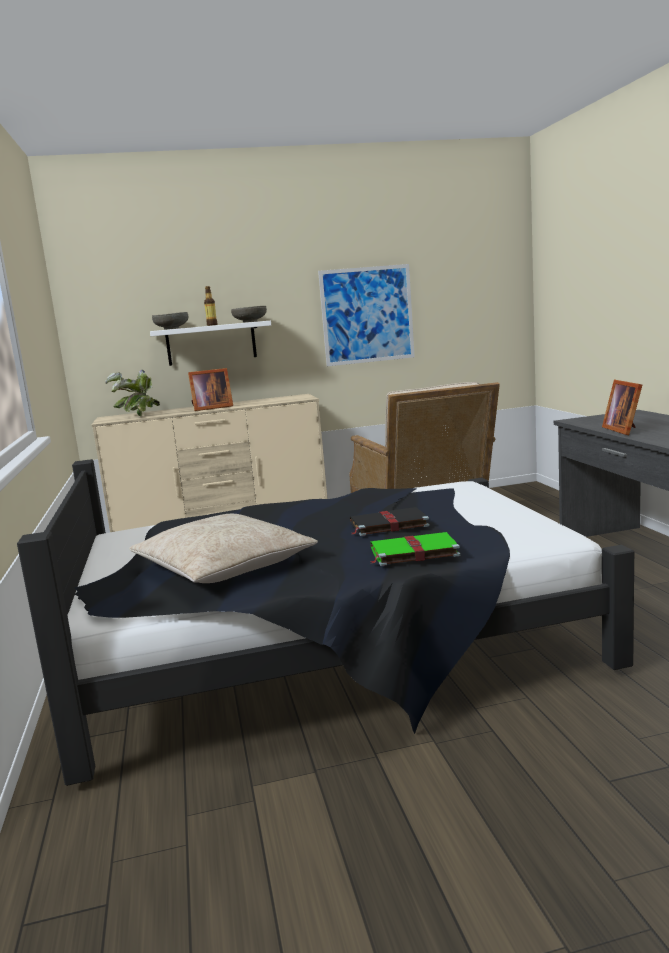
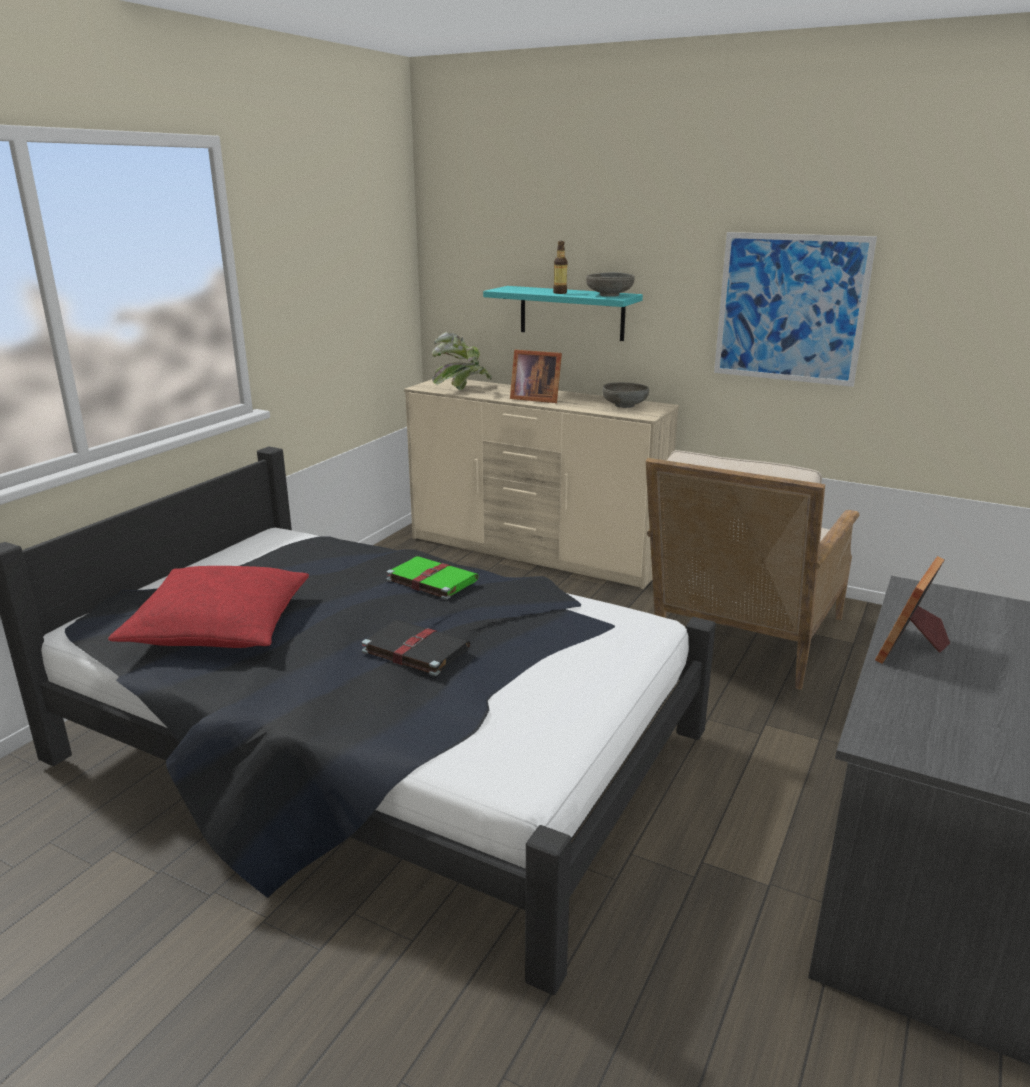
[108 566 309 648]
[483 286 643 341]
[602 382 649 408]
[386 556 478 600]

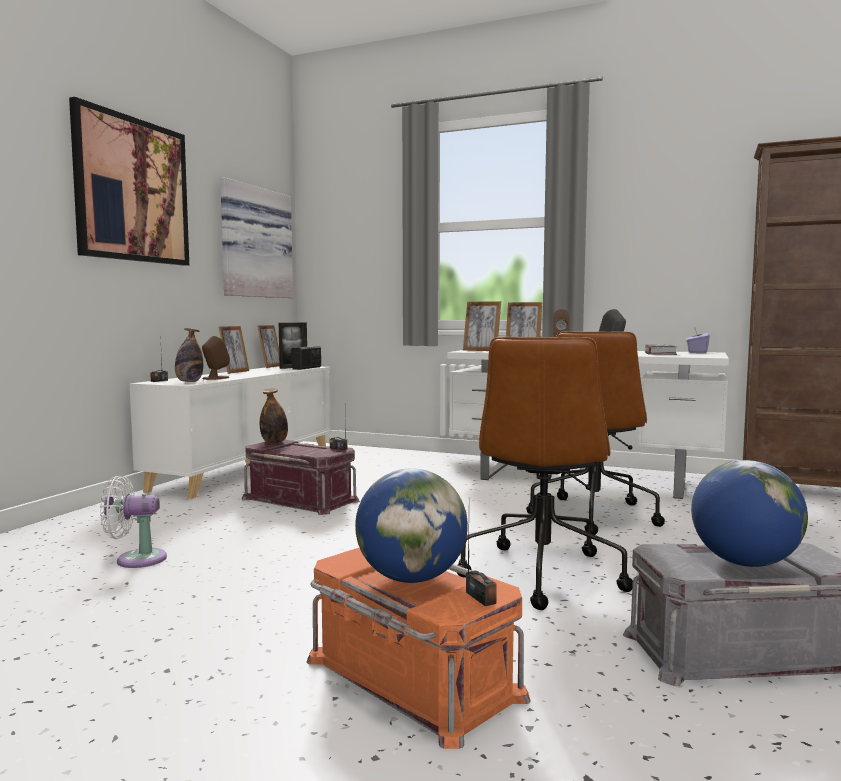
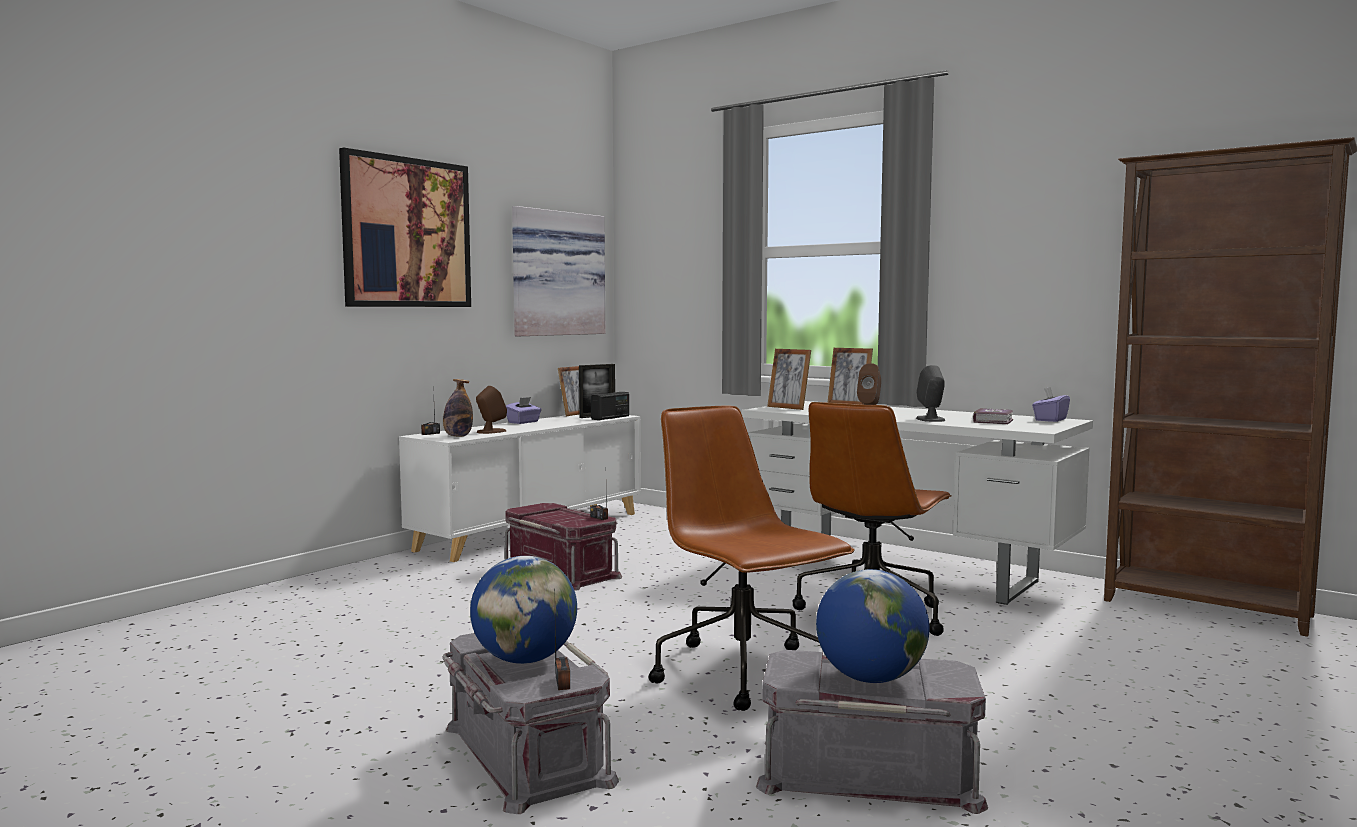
[100 475 167 568] (first image)
[506 397 542 424]
[260 389 288 443] (first image)
[442 633 619 814]
[649 406 855 711]

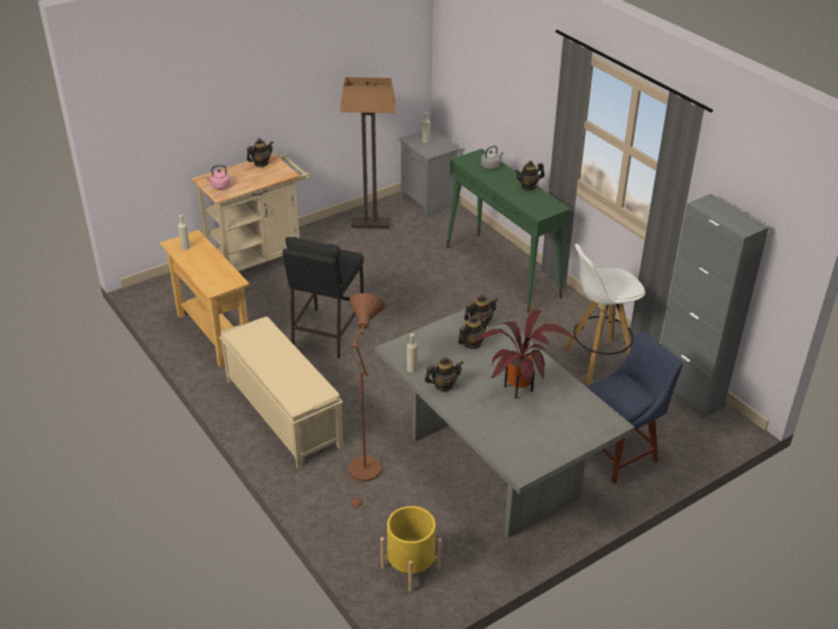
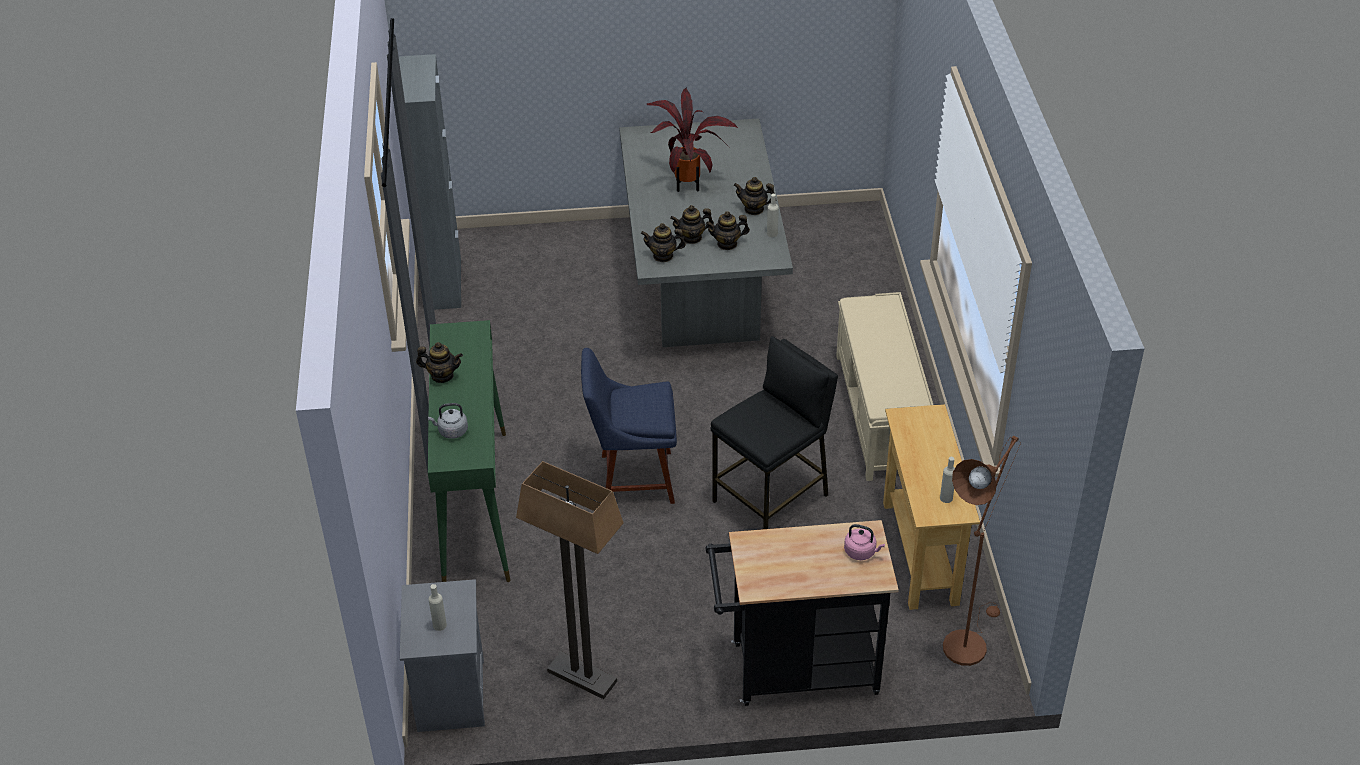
[705 520 899 706]
[706 211 750 250]
[943 436 1021 666]
[381 506 442 592] (first image)
[563 244 645 385] (first image)
[581 348 677 504]

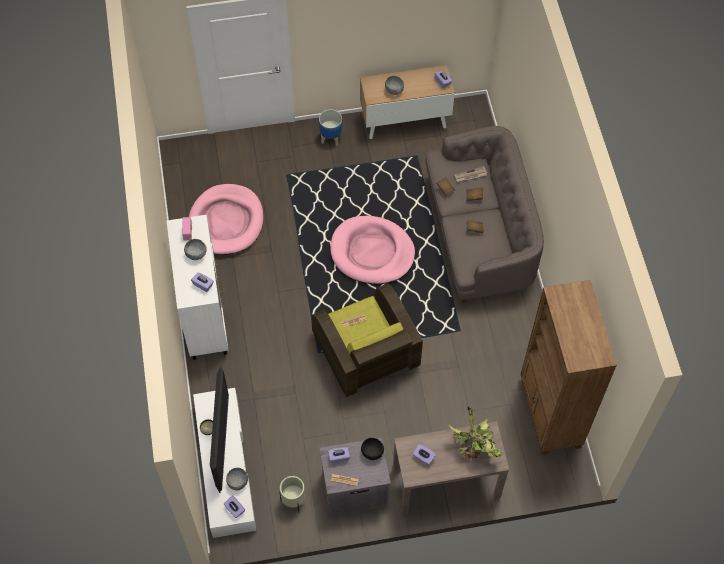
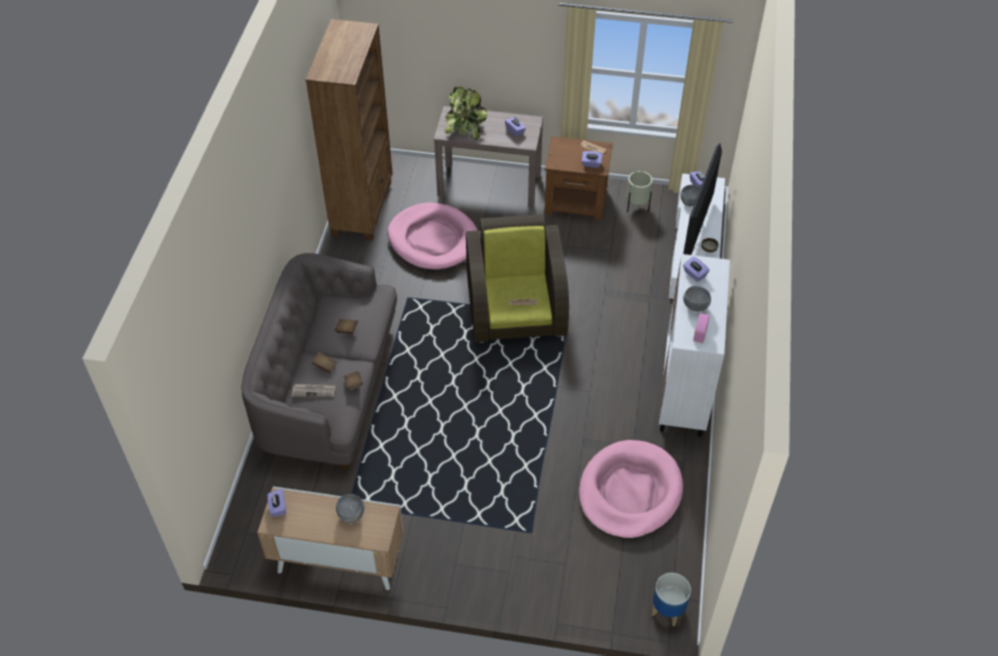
[652 573 691 626]
[544 136 613 221]
[388 203 477 270]
[361 438 384 460] (first image)

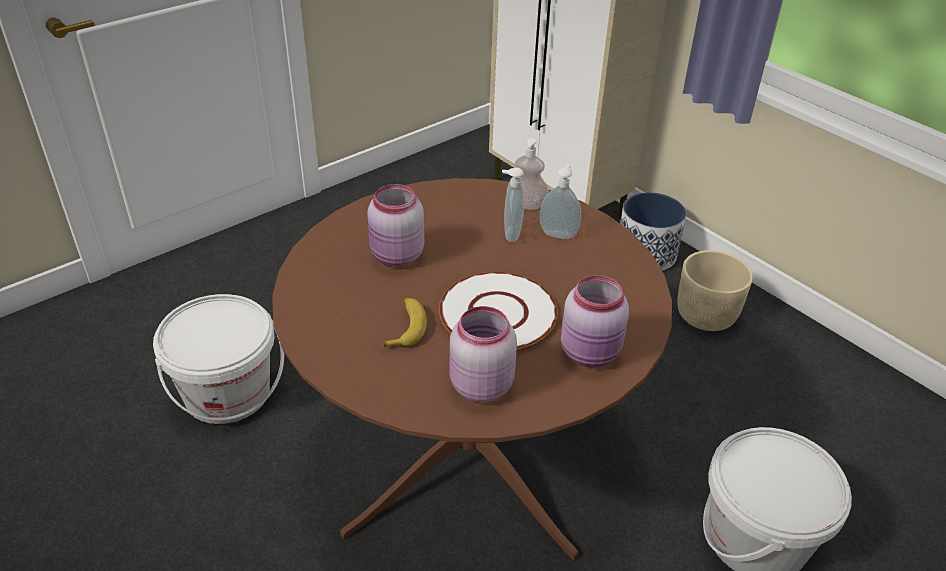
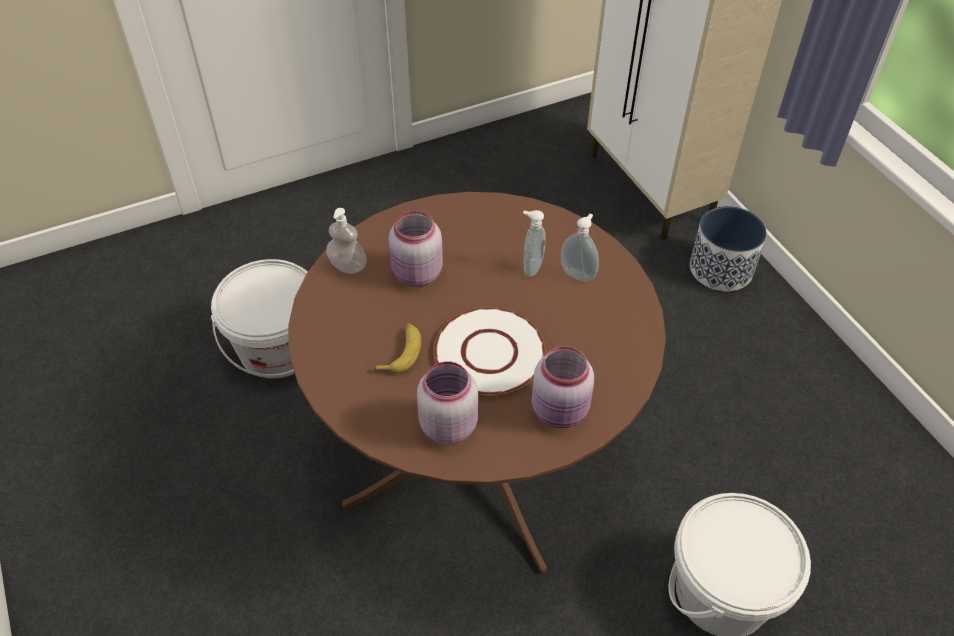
[326 208 367 274]
[677 250 753 331] (first image)

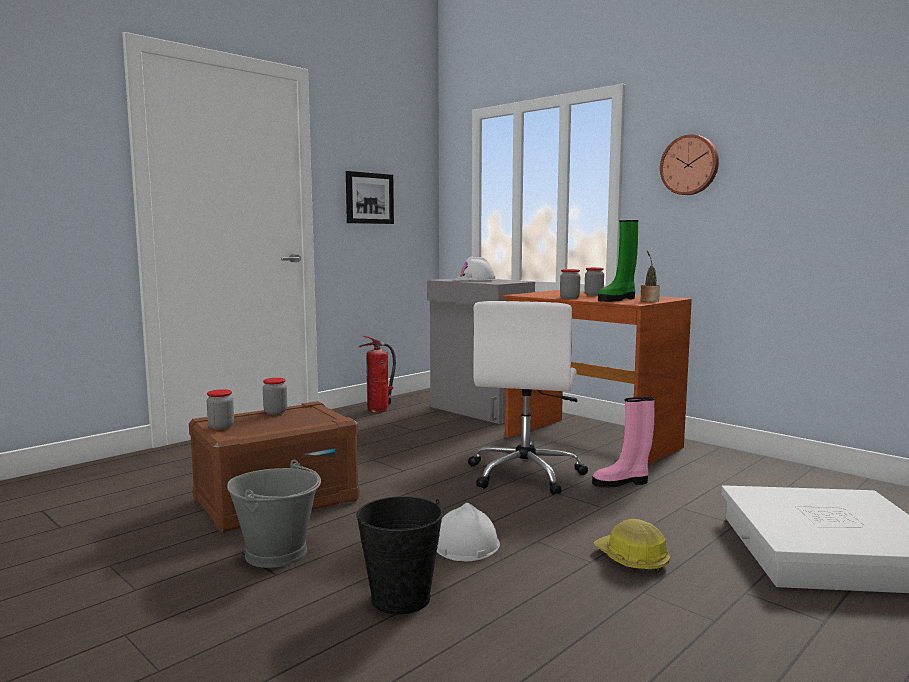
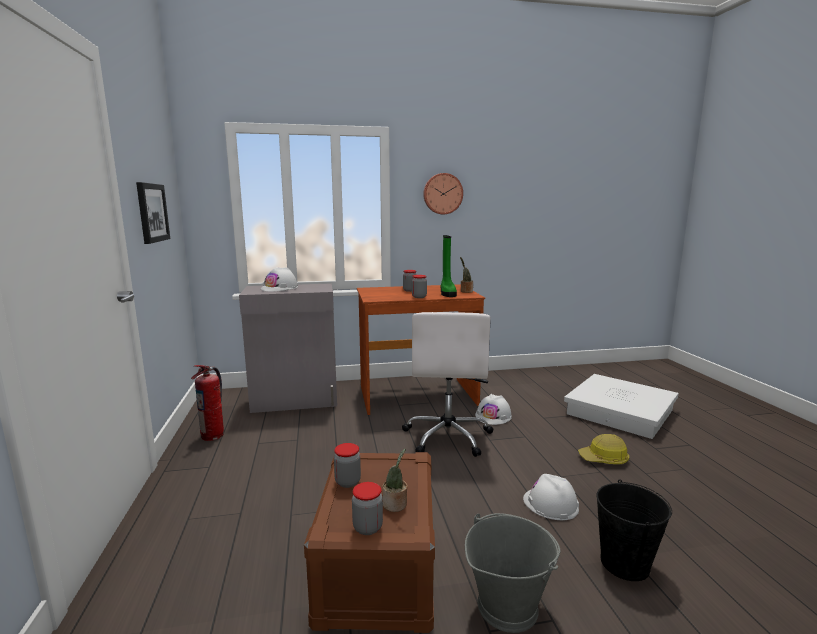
[402 312 493 457]
[475 394 512 425]
[383 448 408 512]

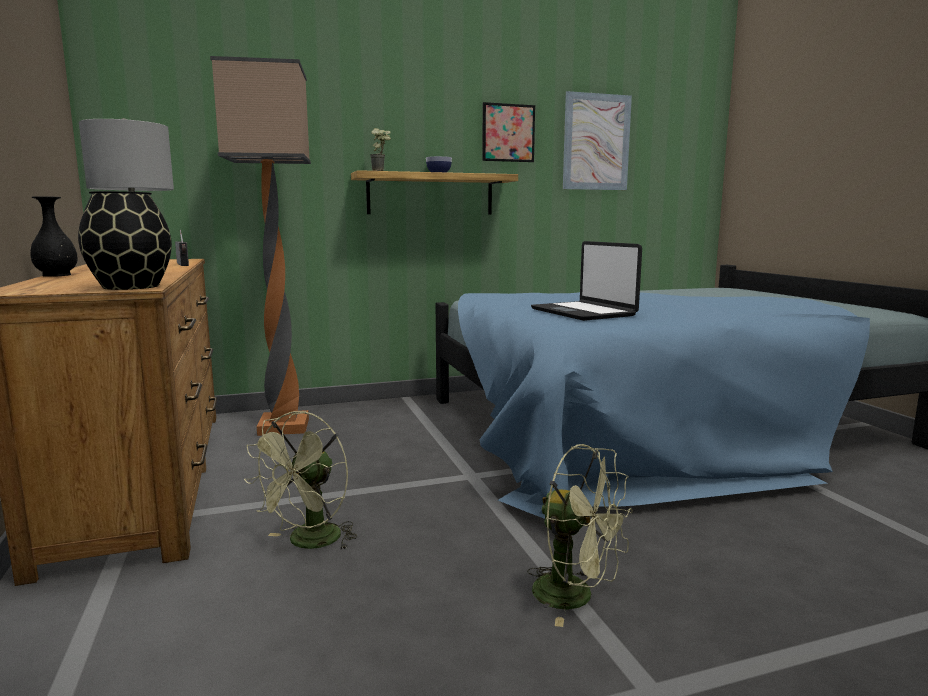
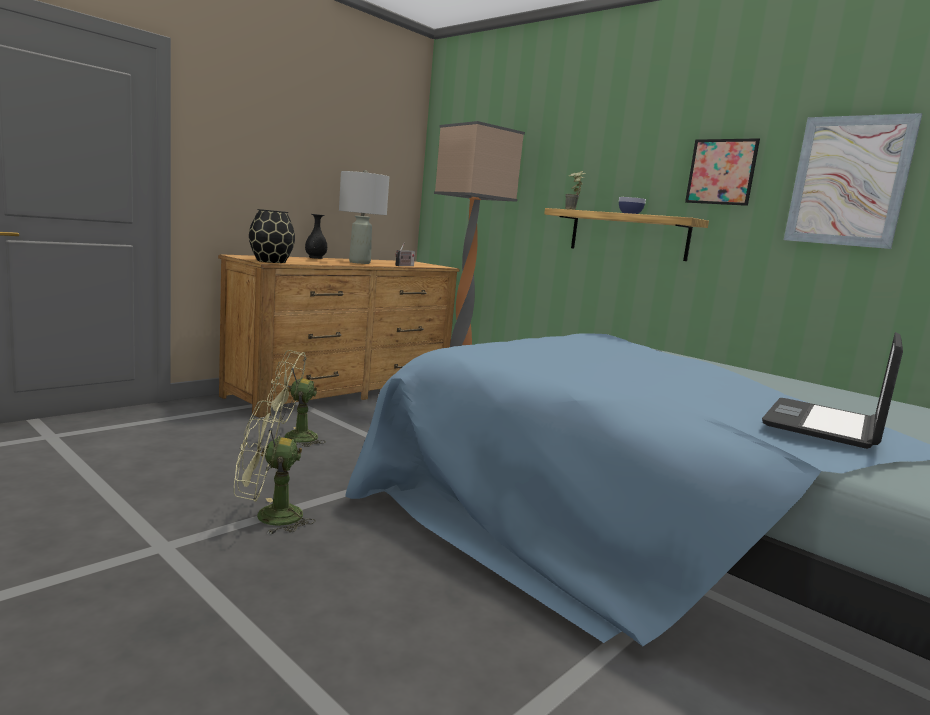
[234 400 315 535]
[762 332 903 449]

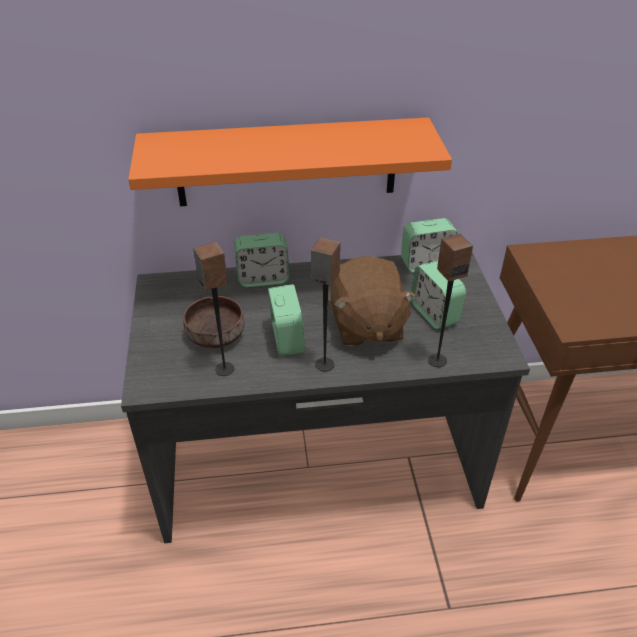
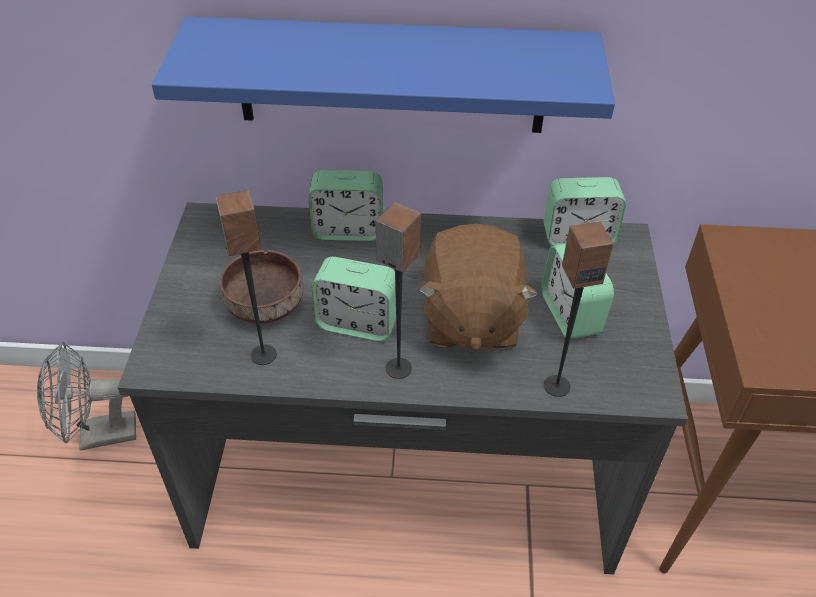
[152 17 615 133]
[312 257 396 342]
[37 342 136 451]

